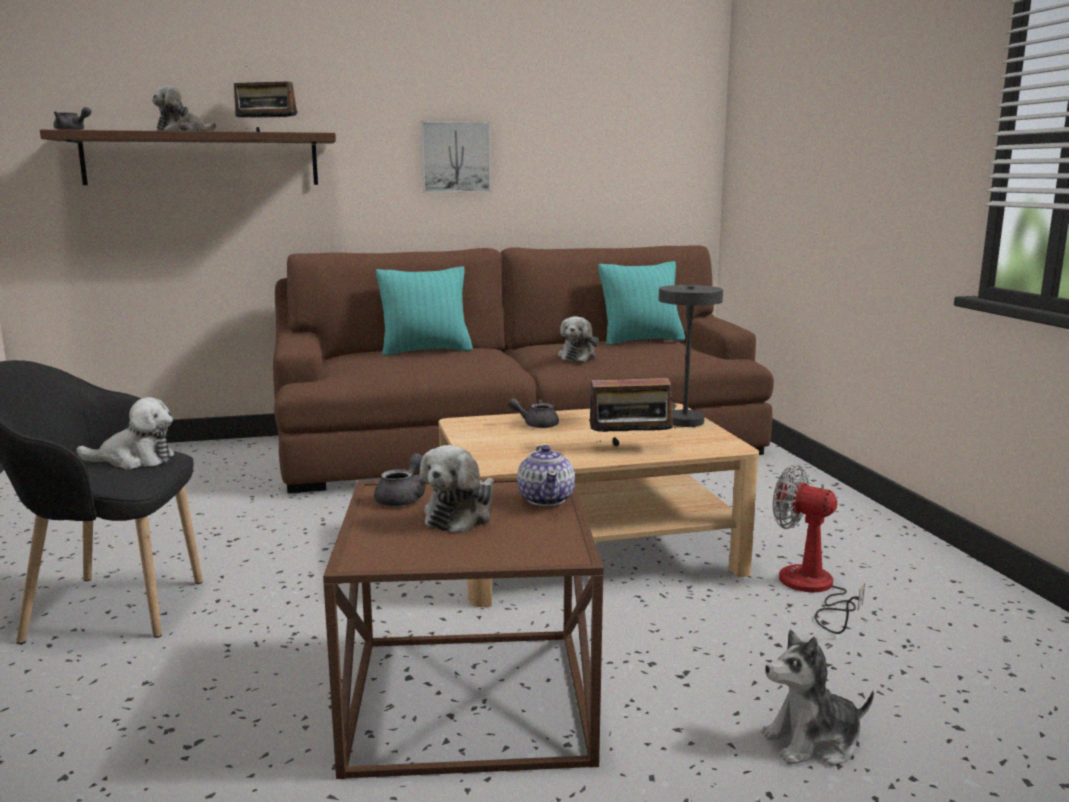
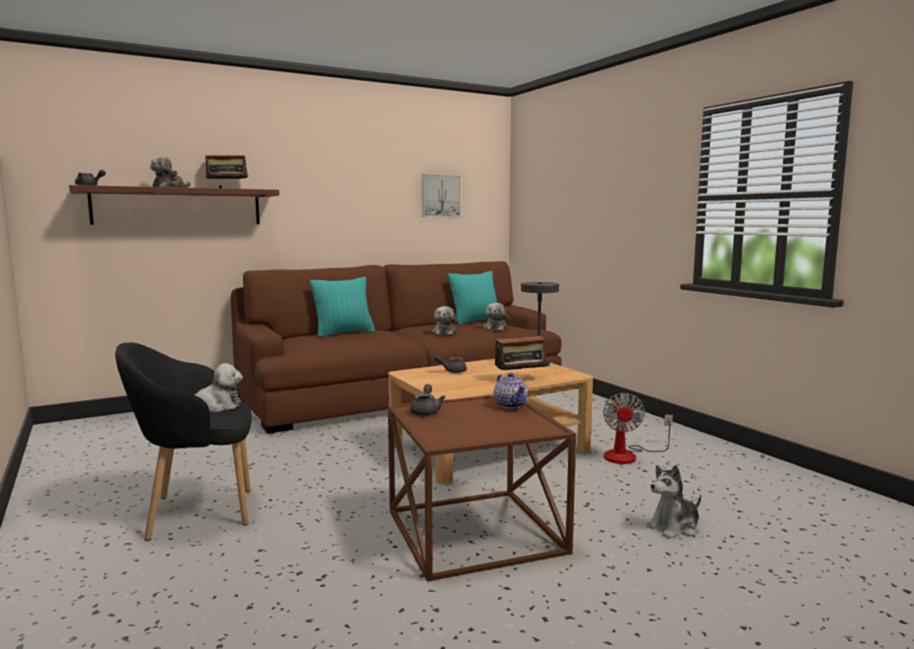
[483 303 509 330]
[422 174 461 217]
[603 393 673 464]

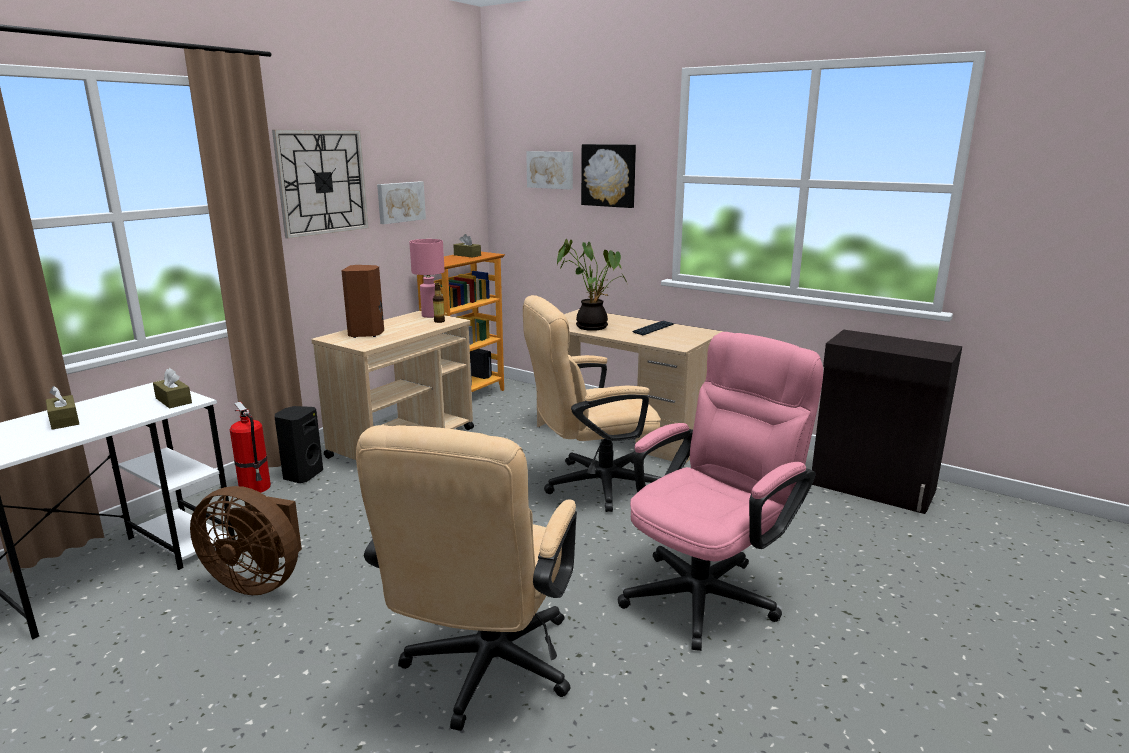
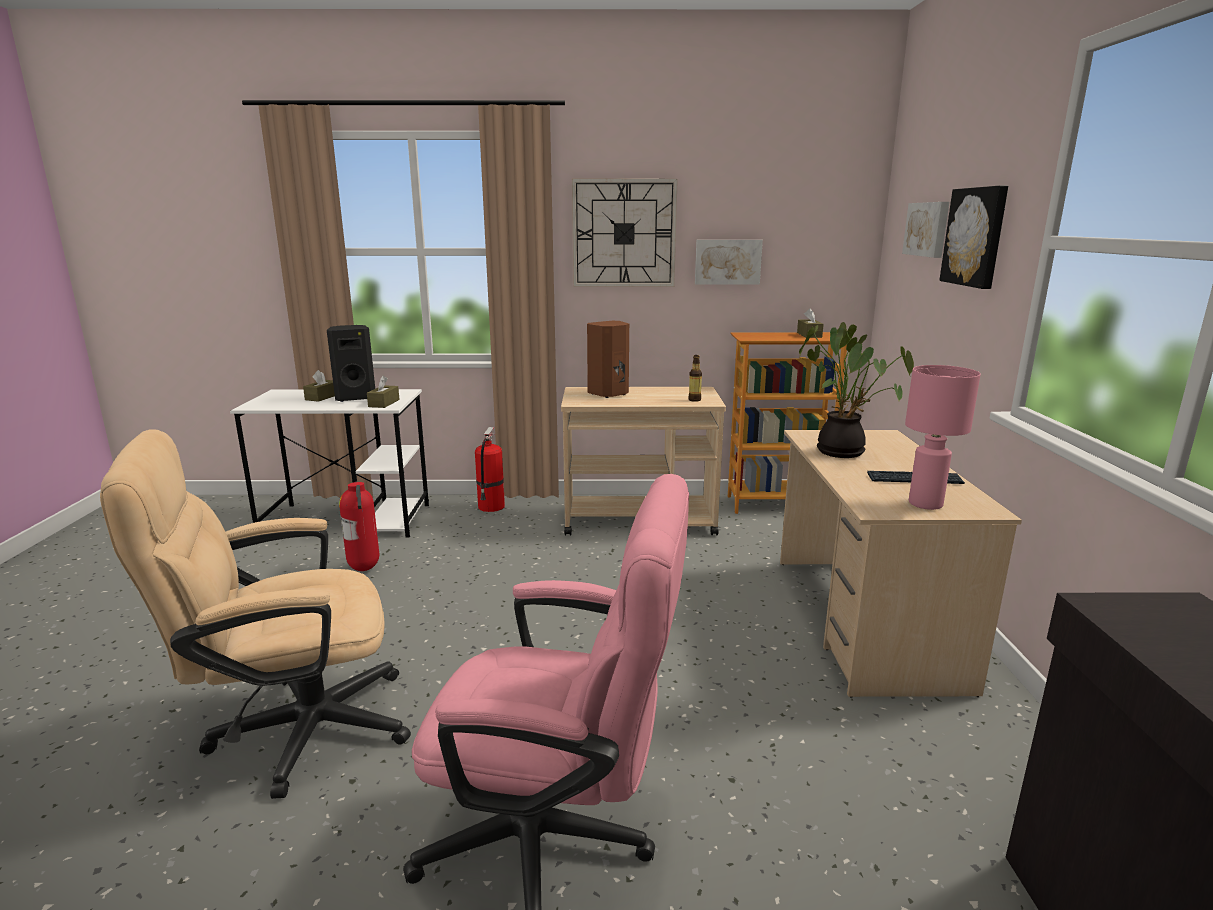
[339 481 379 571]
[327 325 375 402]
[905 365 981 510]
[523 295 661 512] (first image)

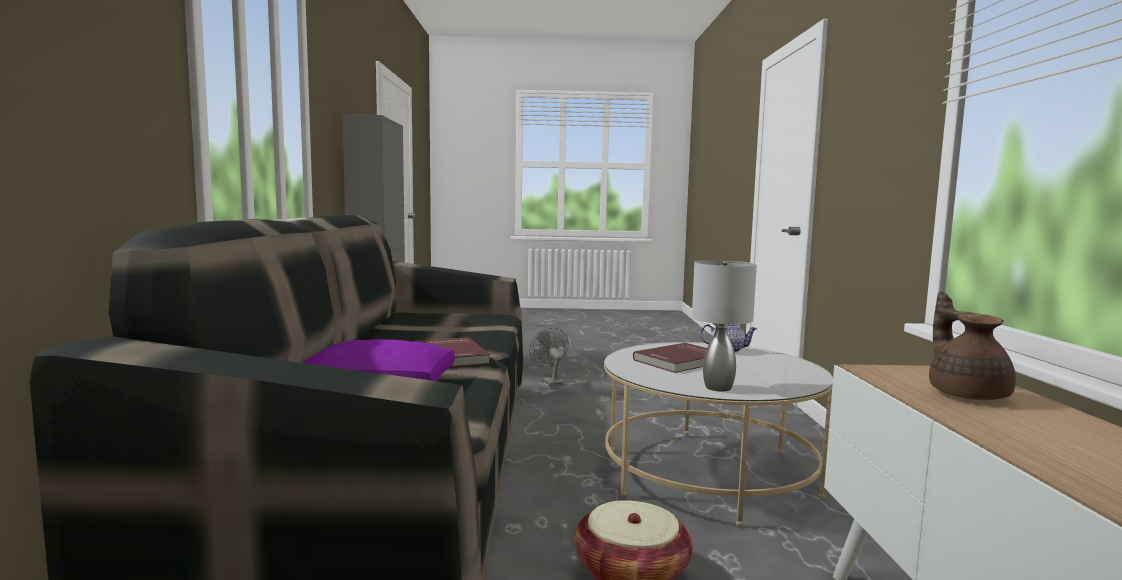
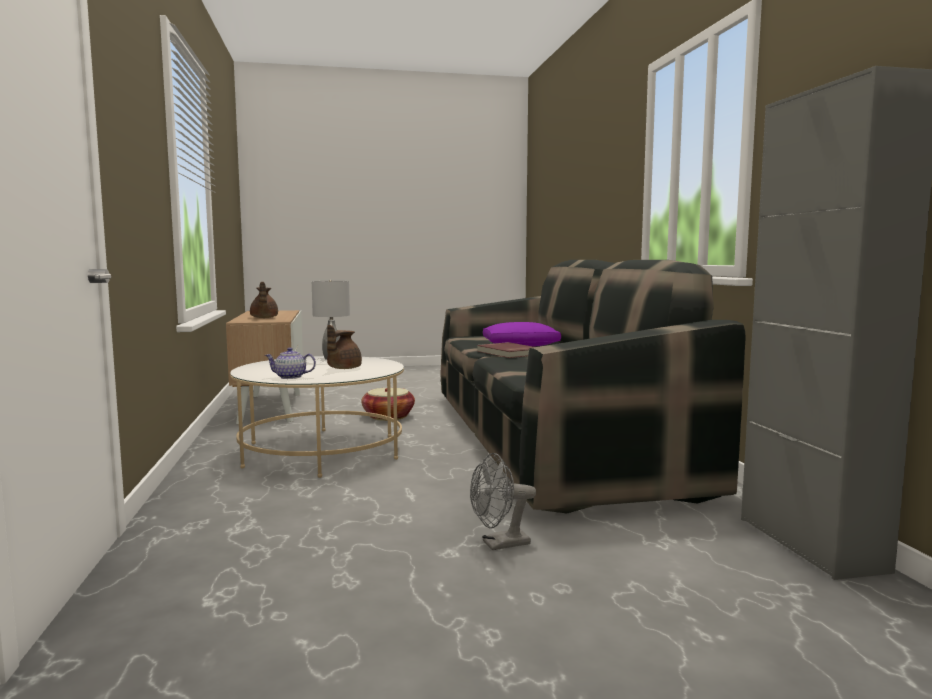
[470 453 536 550]
[327 325 362 369]

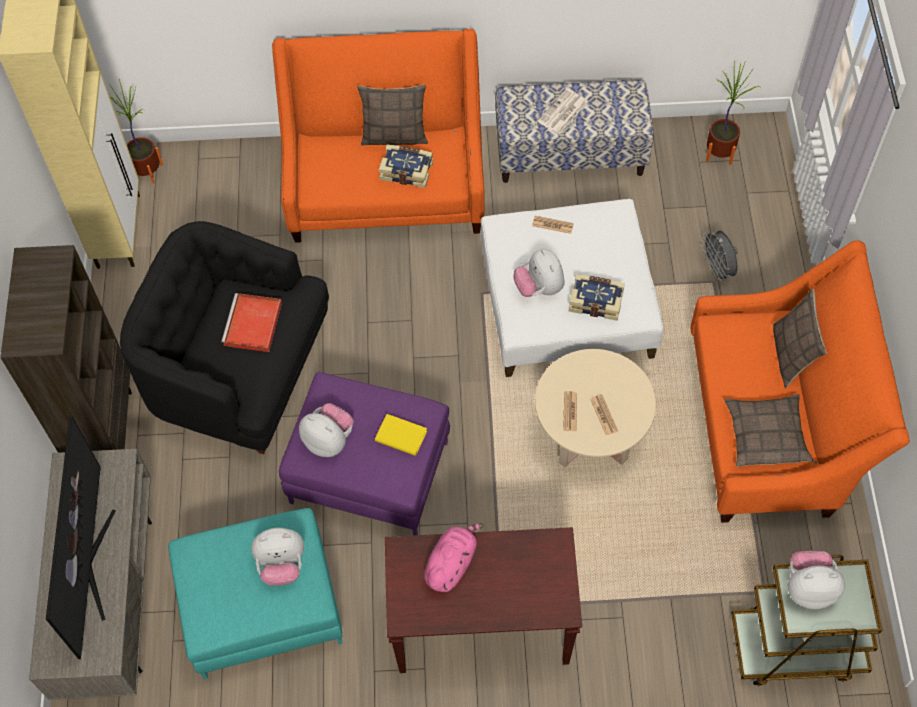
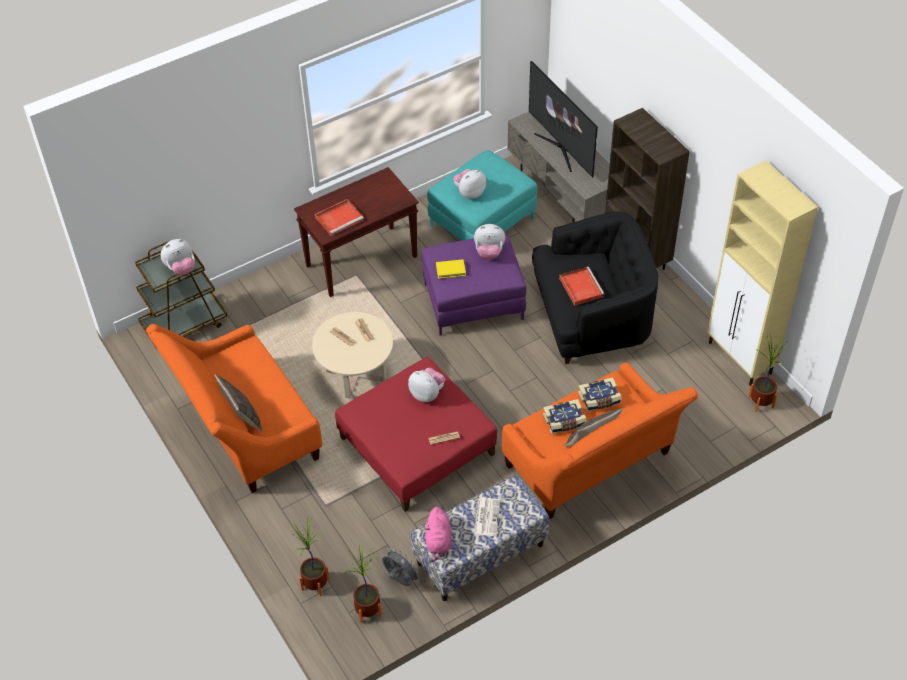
[425 507 452 562]
[335 357 497 512]
[578 377 622 412]
[382 548 420 586]
[724 394 813 467] (first image)
[292 517 330 596]
[315 199 364 236]

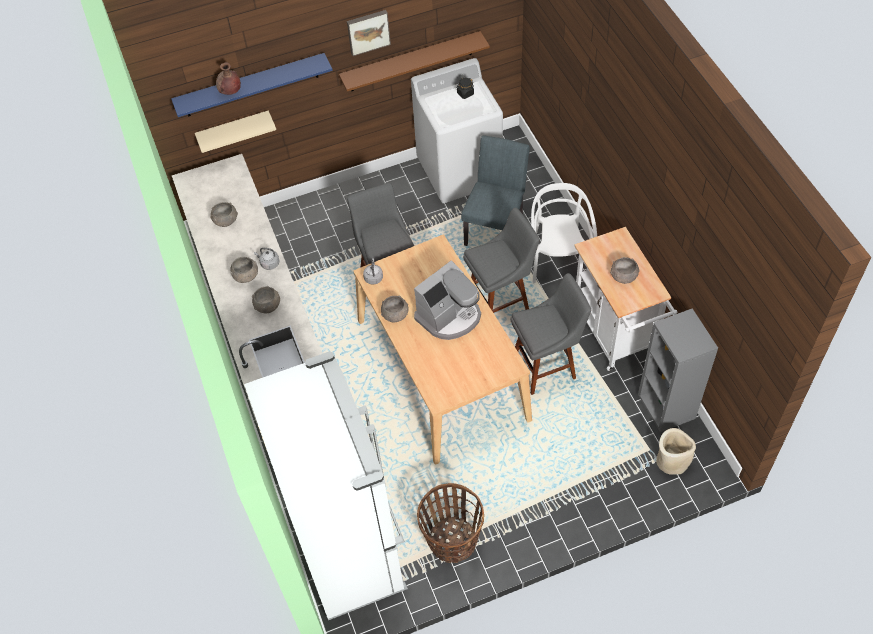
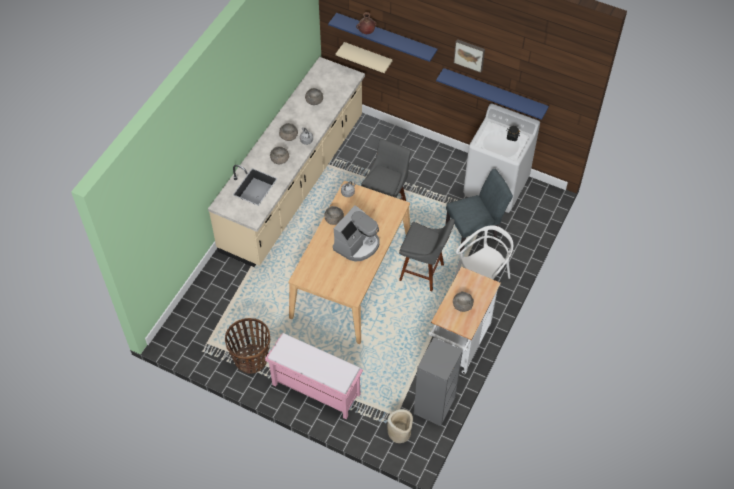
[244 351 408 620] (first image)
[436 68 549 120]
[333 205 380 261]
[510 273 591 395] (first image)
[265 333 363 419]

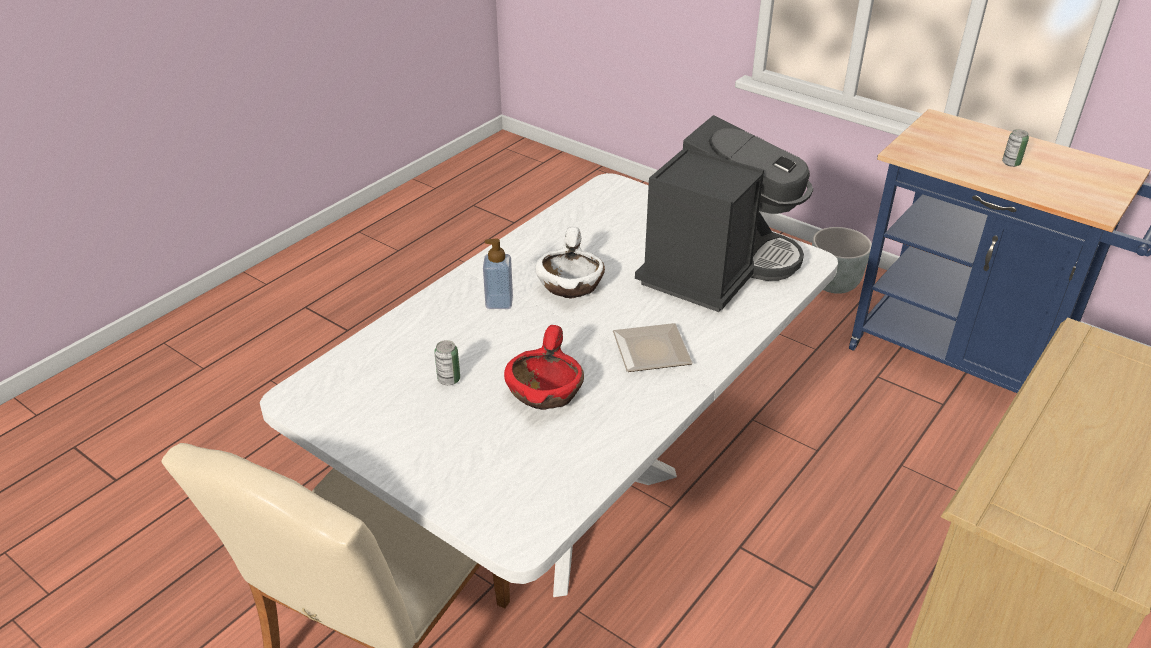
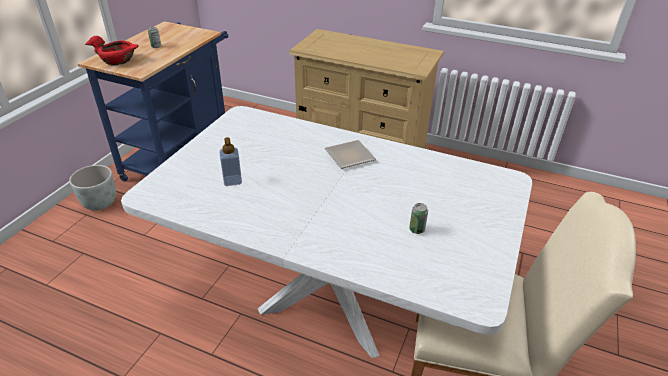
[219 137 242 186]
[85 36 139 65]
[535 226 605 299] (first image)
[635 115 813 312] (first image)

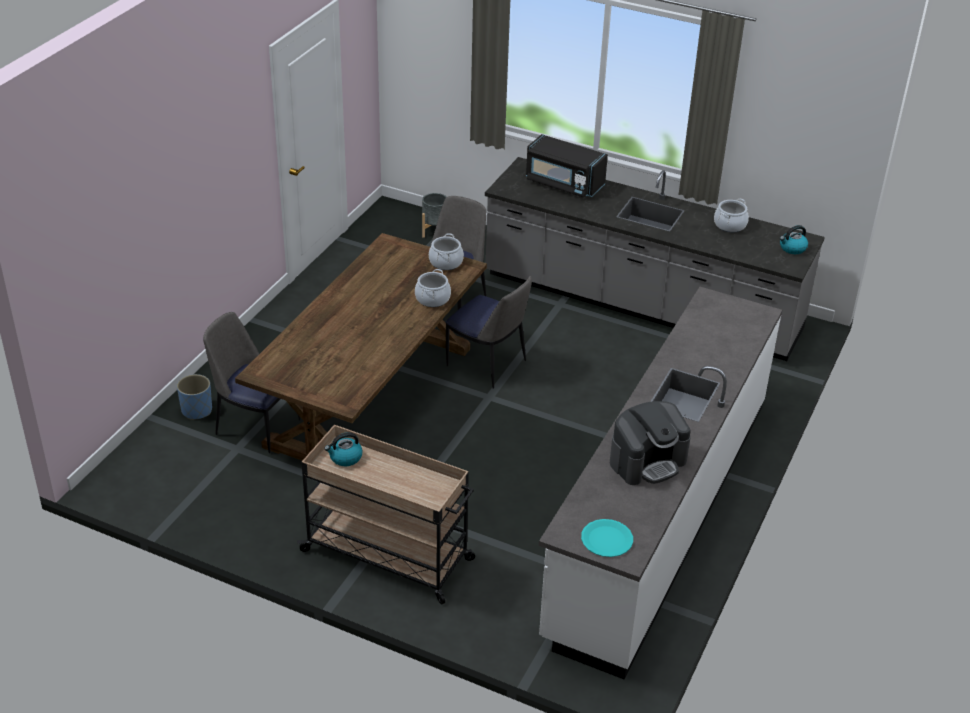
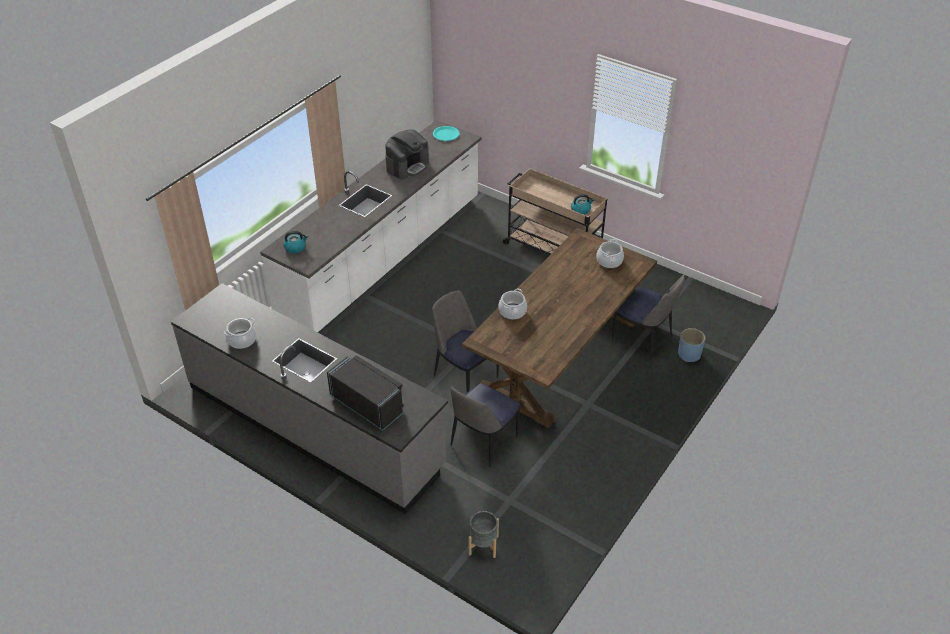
[596 239 624 268]
[385 129 429 180]
[284 231 308 253]

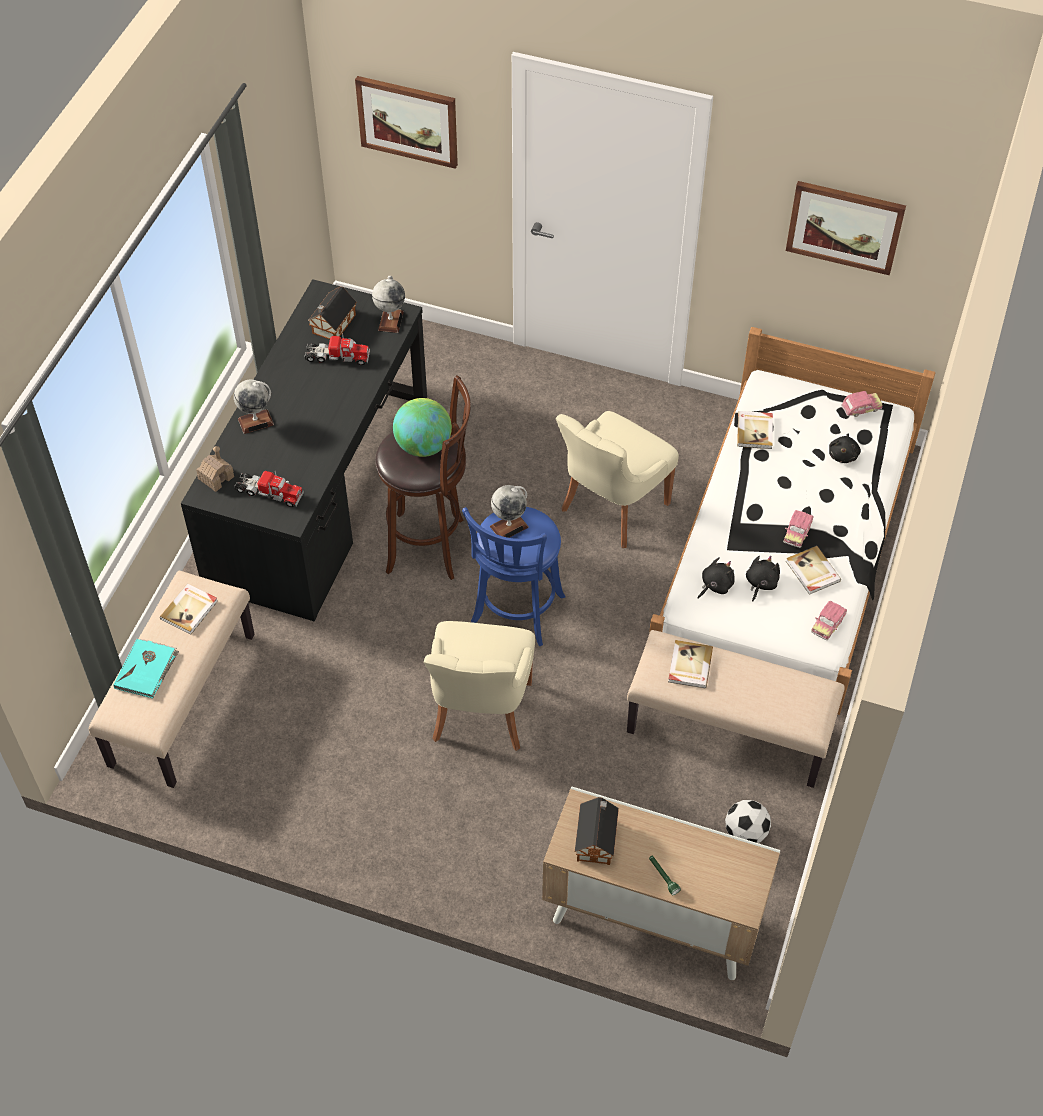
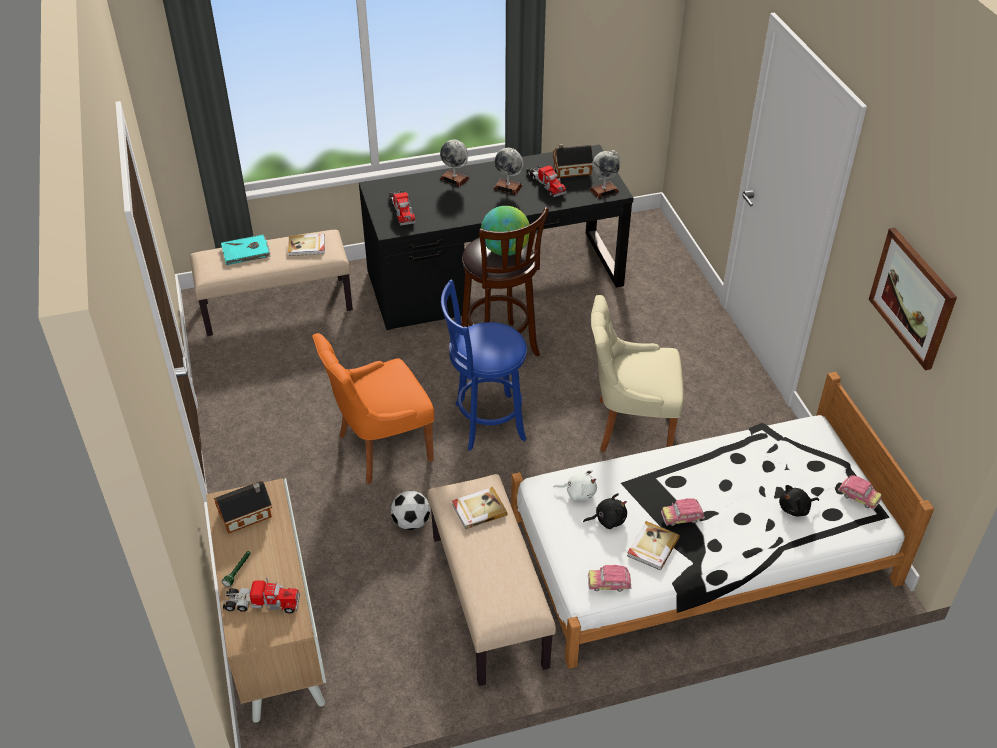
[196 446 234 492] (first image)
[355 76 458 169] (first image)
[312 333 434 484]
[493 148 524 195]
[554 470 597 501]
[391 491 430 530]
[737 411 773 449] (first image)
[222 578 300 614]

